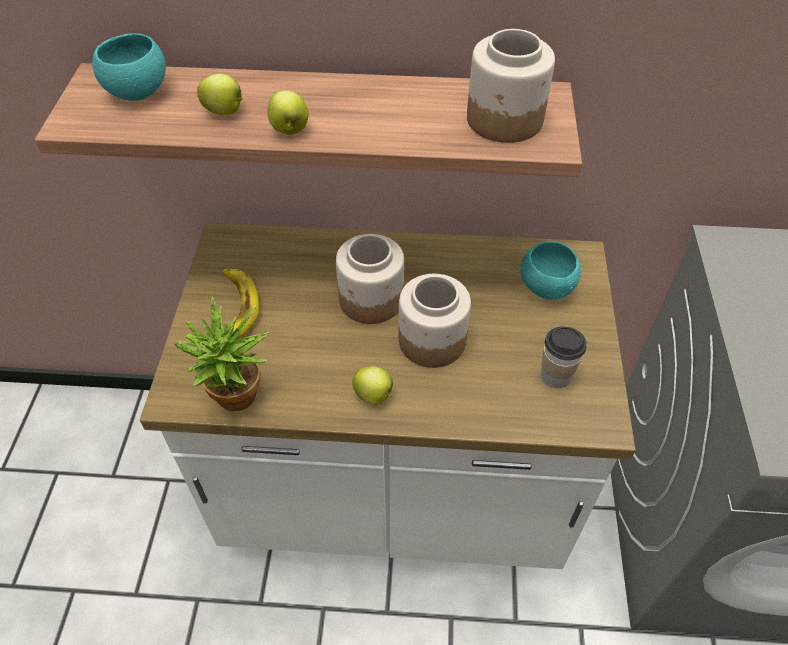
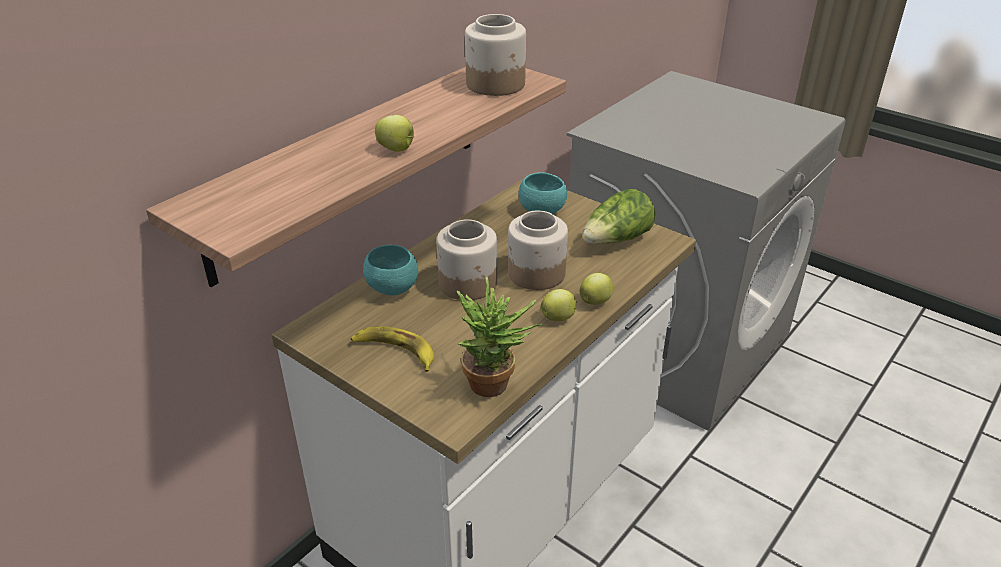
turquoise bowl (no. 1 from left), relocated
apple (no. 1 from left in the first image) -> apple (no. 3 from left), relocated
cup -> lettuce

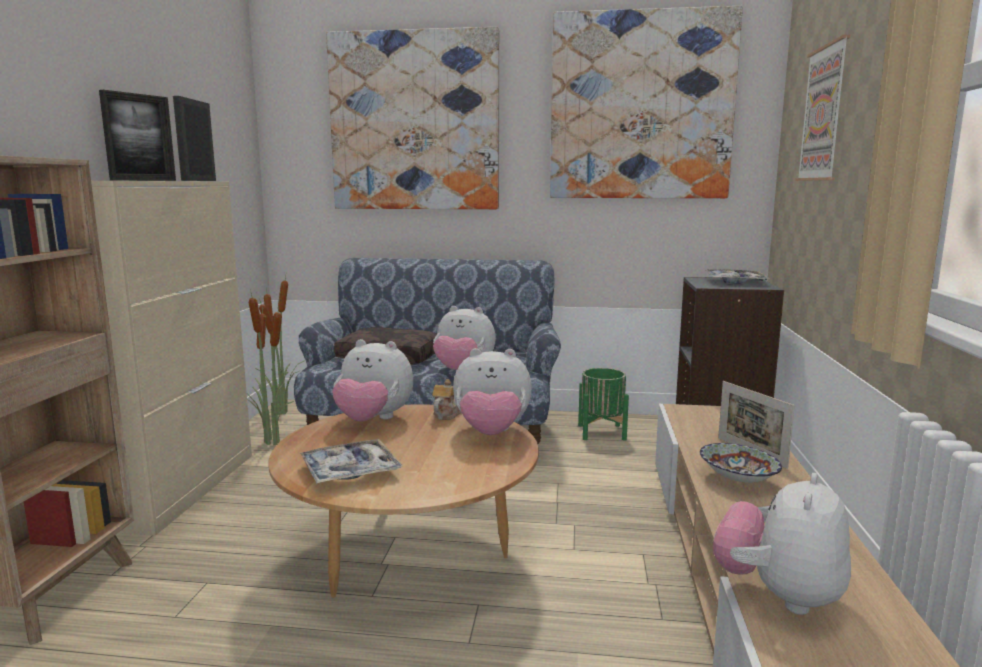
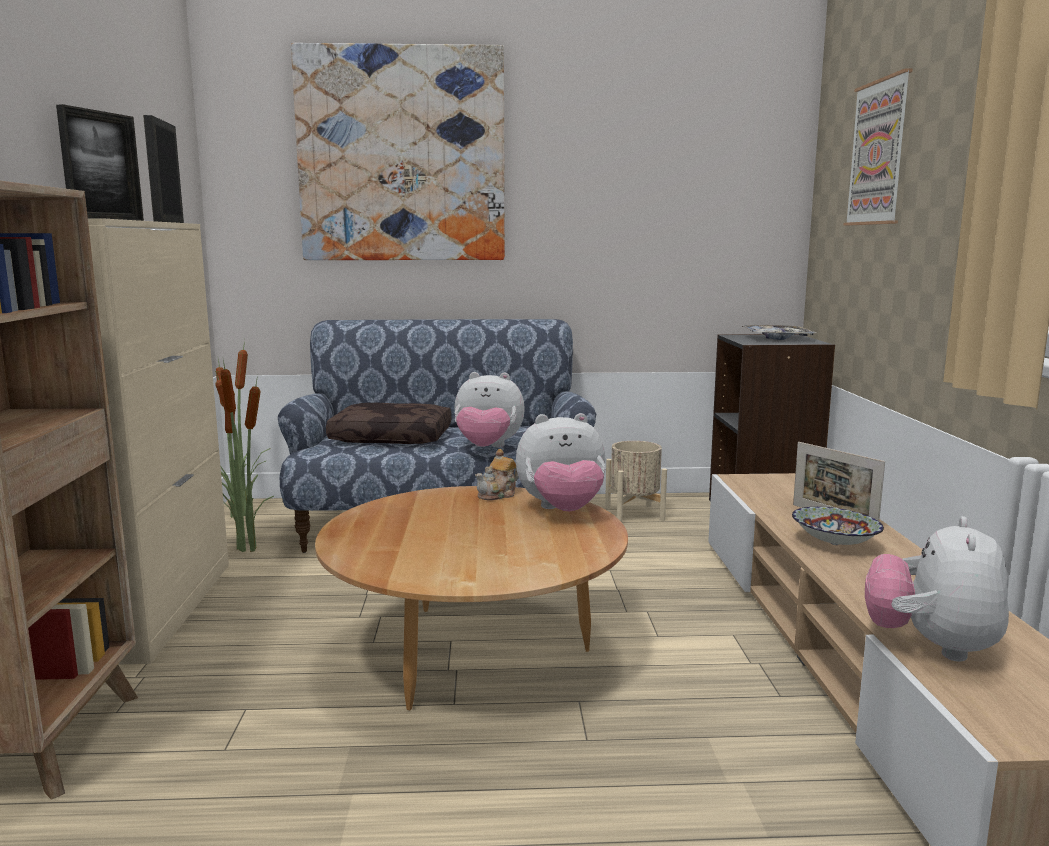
tray (no. 1 from left) -> none
plush toy (no. 1 from left) -> none
teapot, 150 degrees counterclockwise
picture (no. 2 from left) -> none
green planter -> beige planter

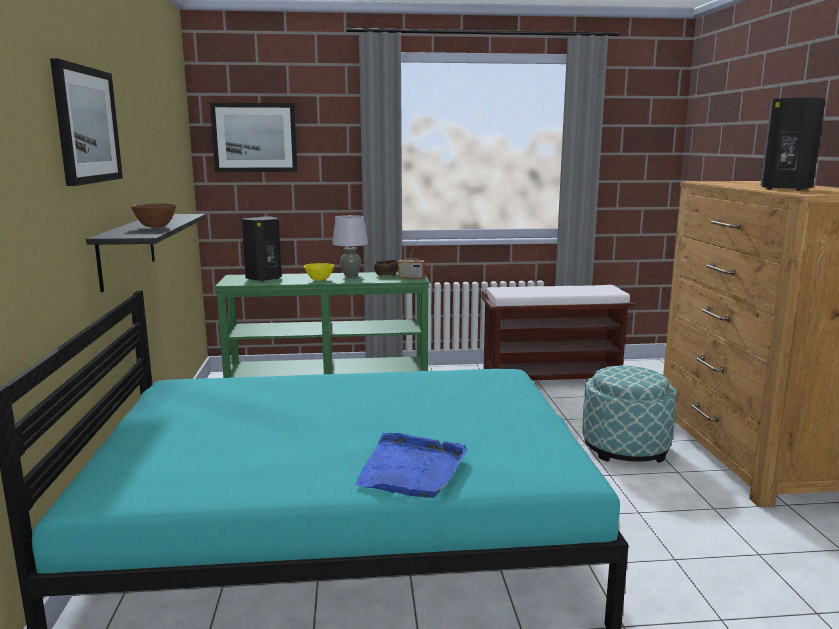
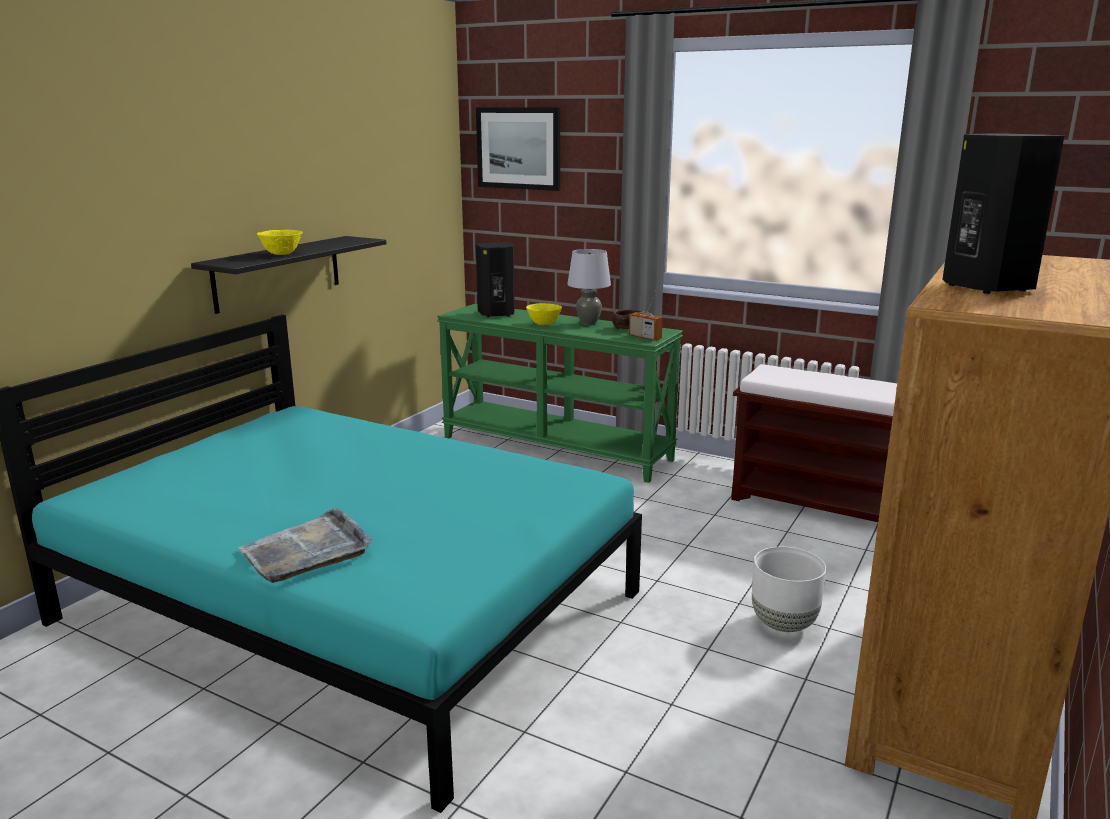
picture (no. 1 from left) -> none
brown bowl (no. 1 from left) -> yellow bowl (no. 1 from left)
blue tray -> grey tray
ottoman -> white planter

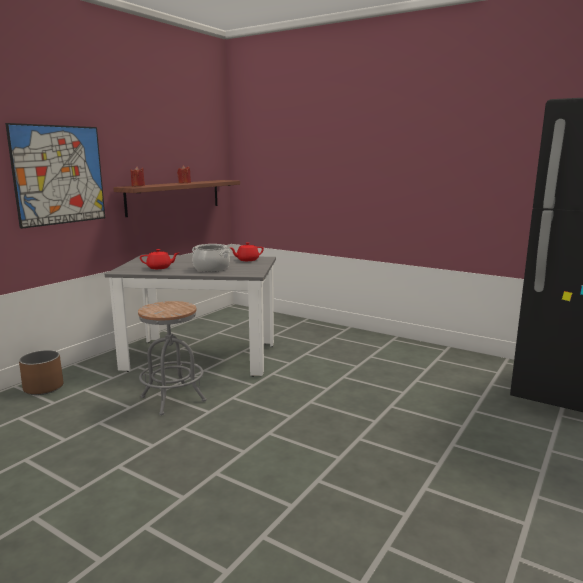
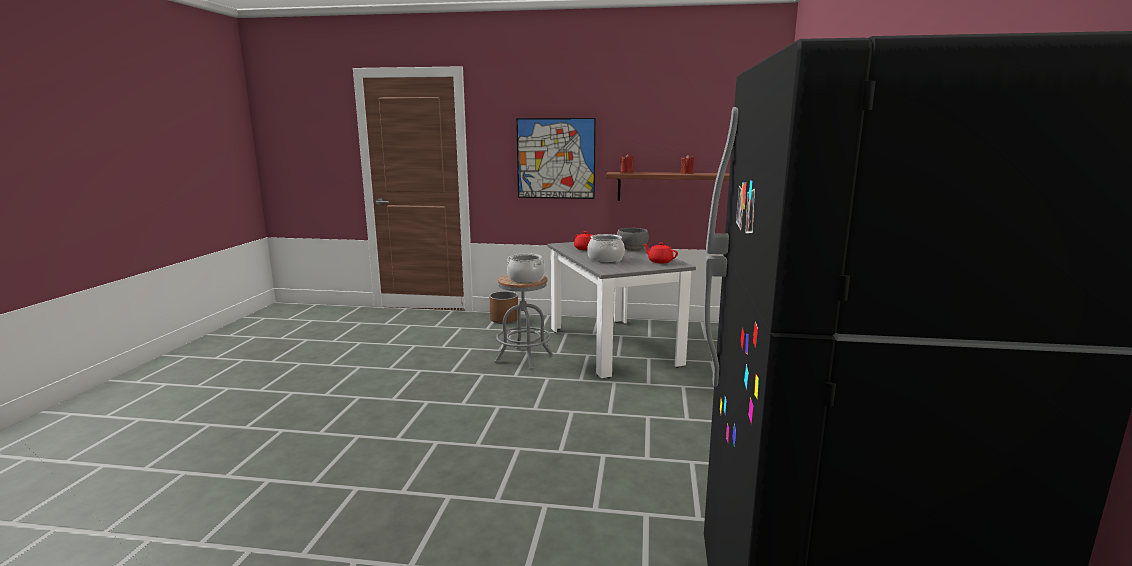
none -> cooking pot (no. 1 from left)
none -> grey bowl

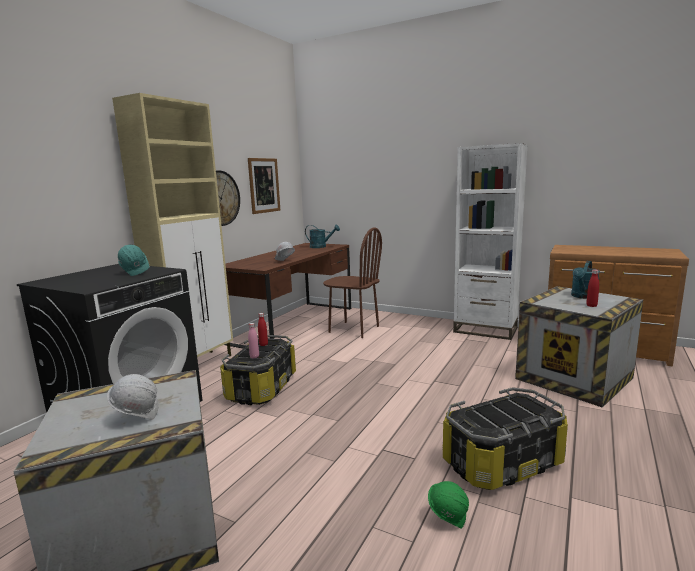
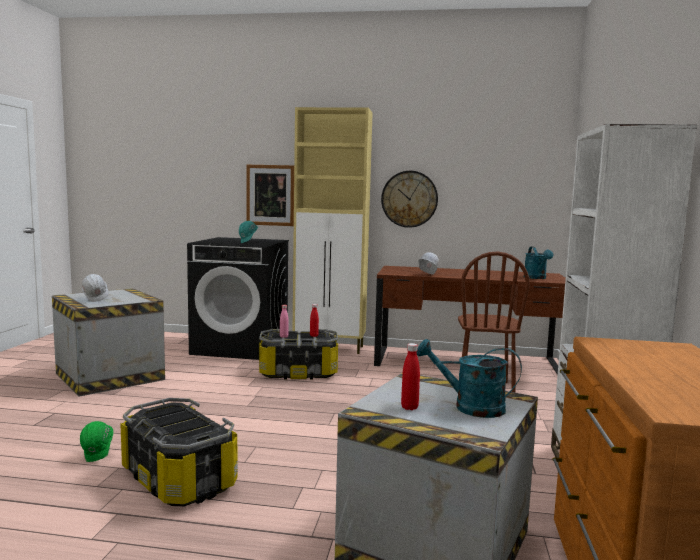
picture, relocated

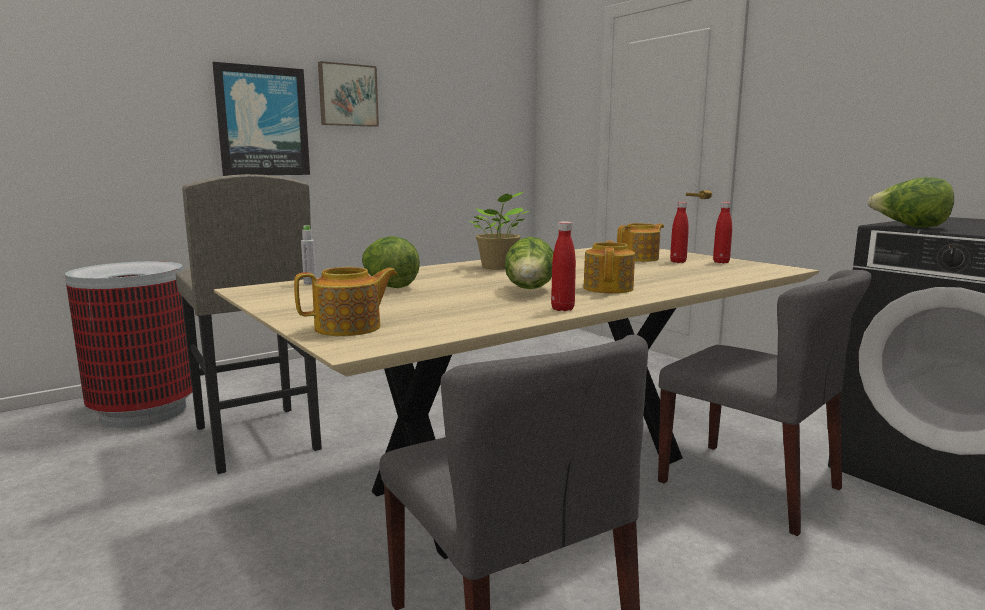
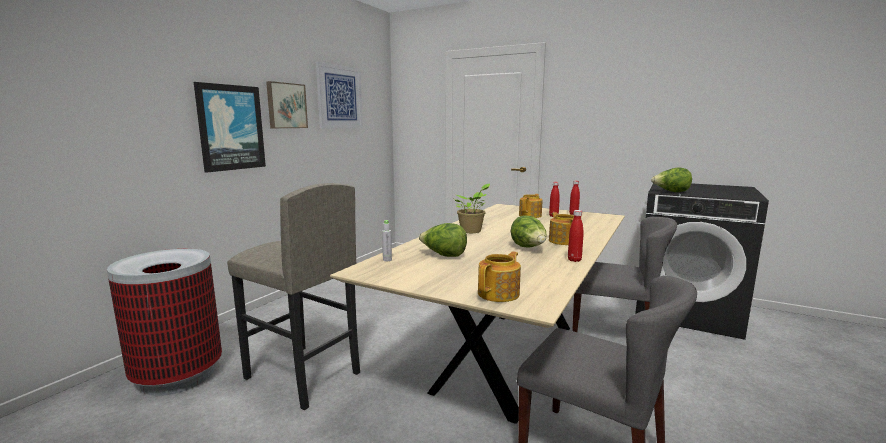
none -> picture (no. 3 from left)

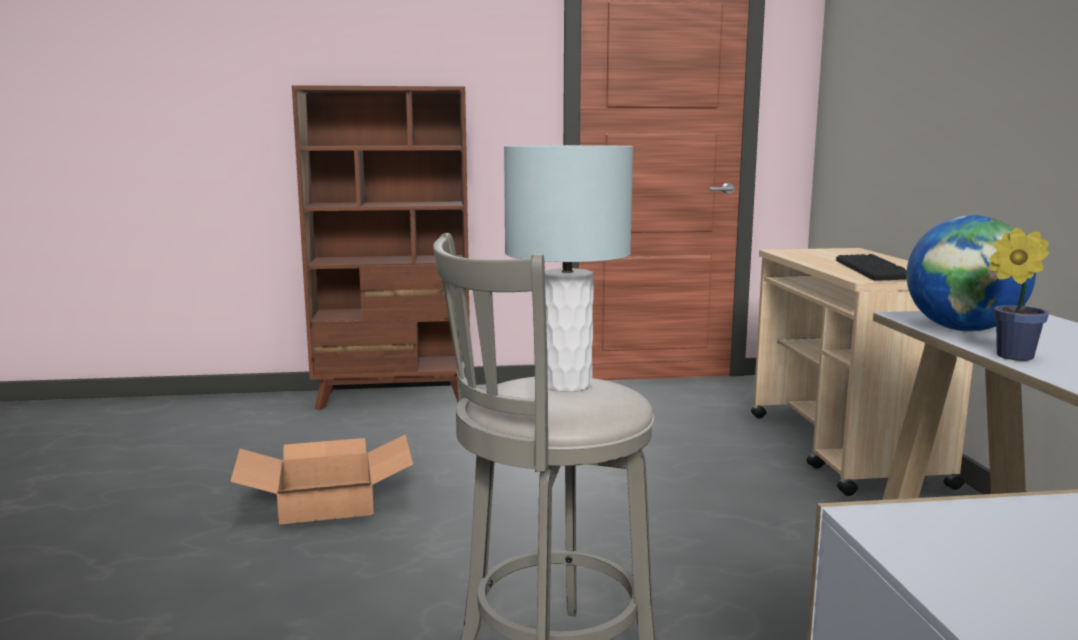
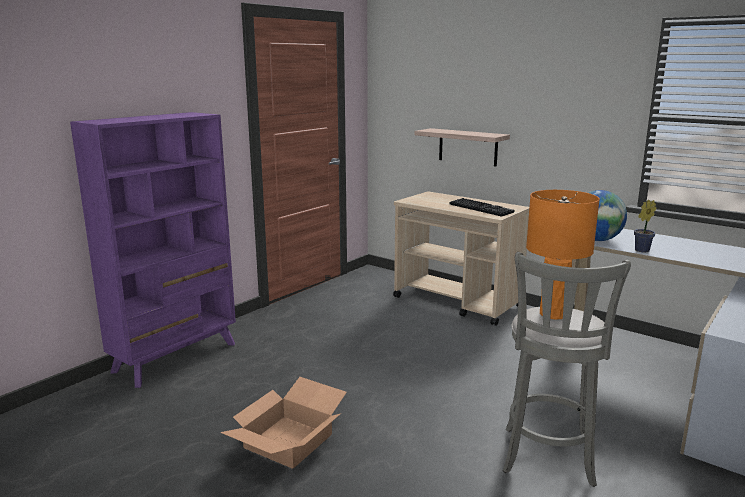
brown bookcase -> purple bookcase
grey table lamp -> orange table lamp
none -> shelf

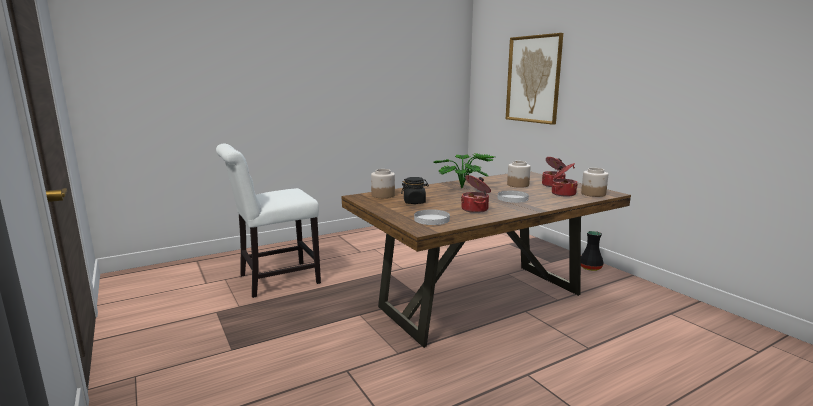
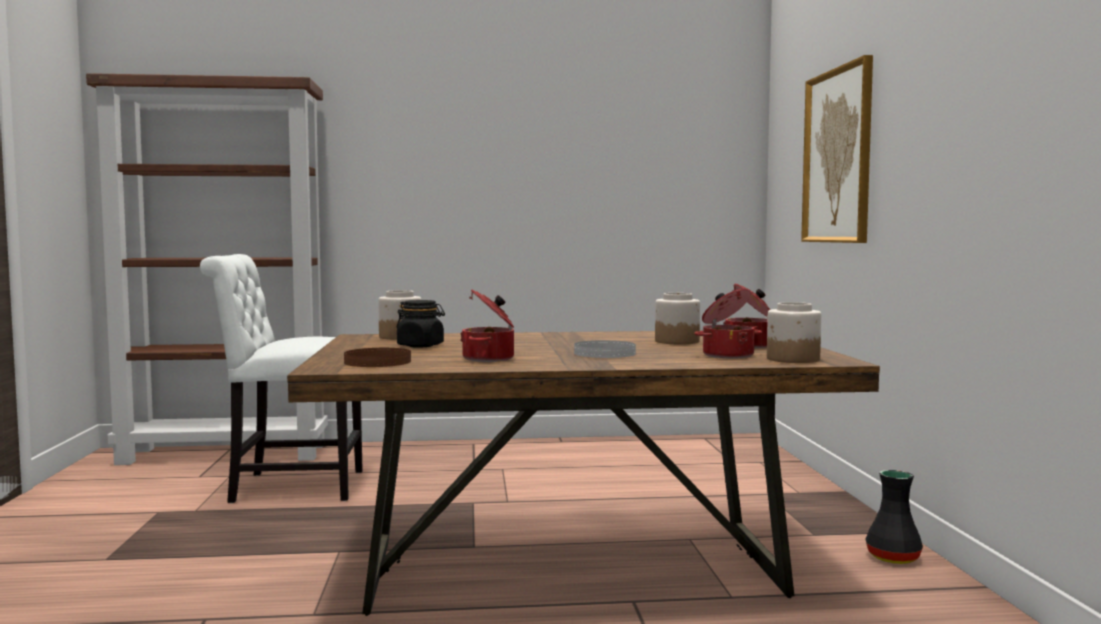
white plate (no. 1 from left) -> brown plate
potted plant -> none
none -> brown bookcase

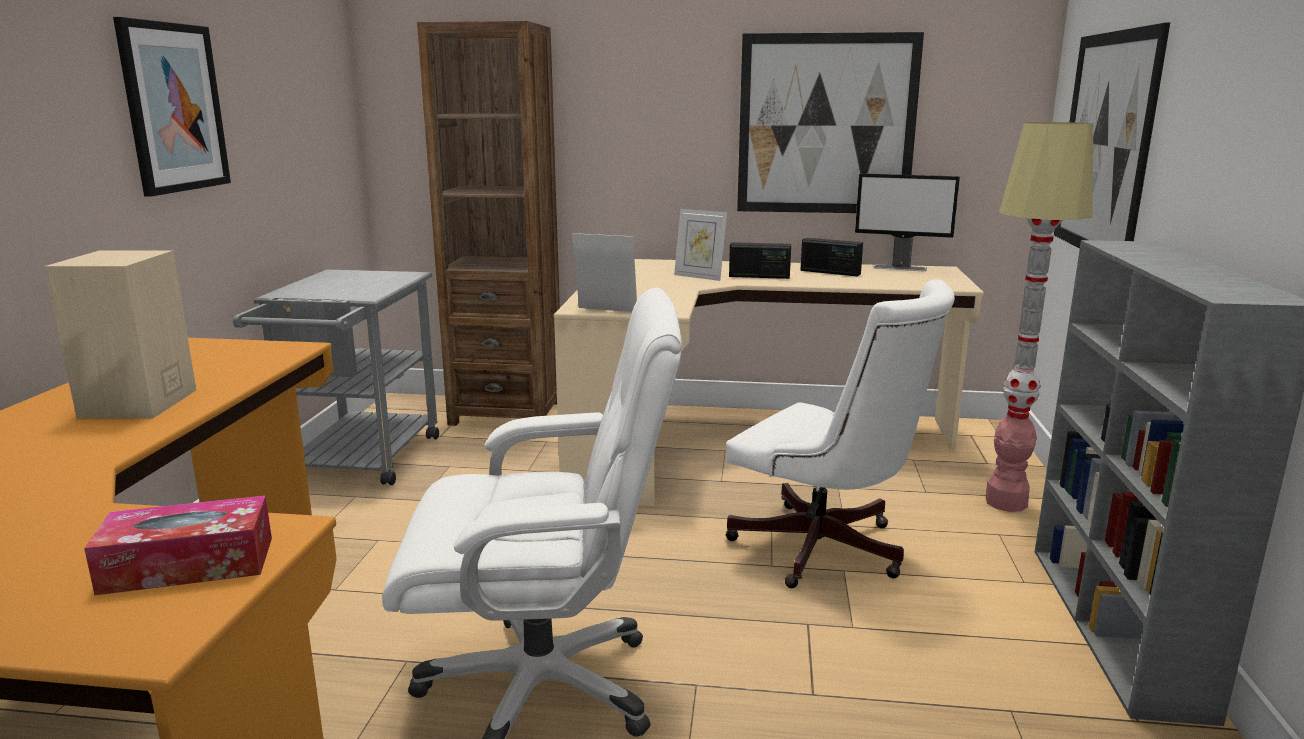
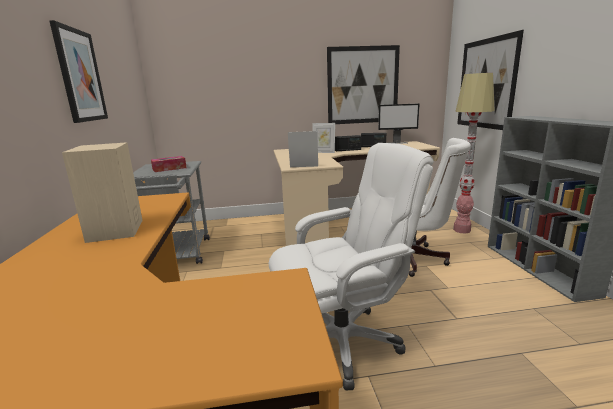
tissue box, relocated
brown bookcase -> none

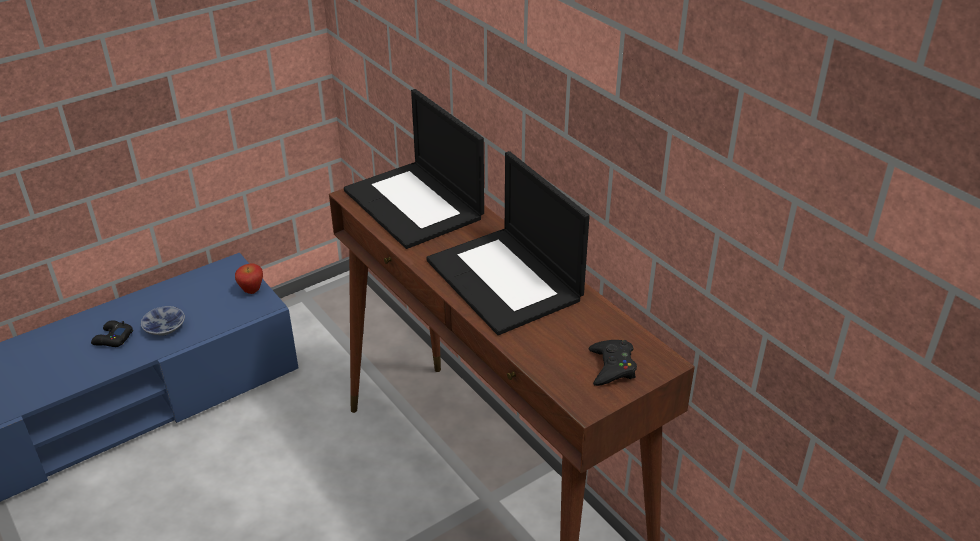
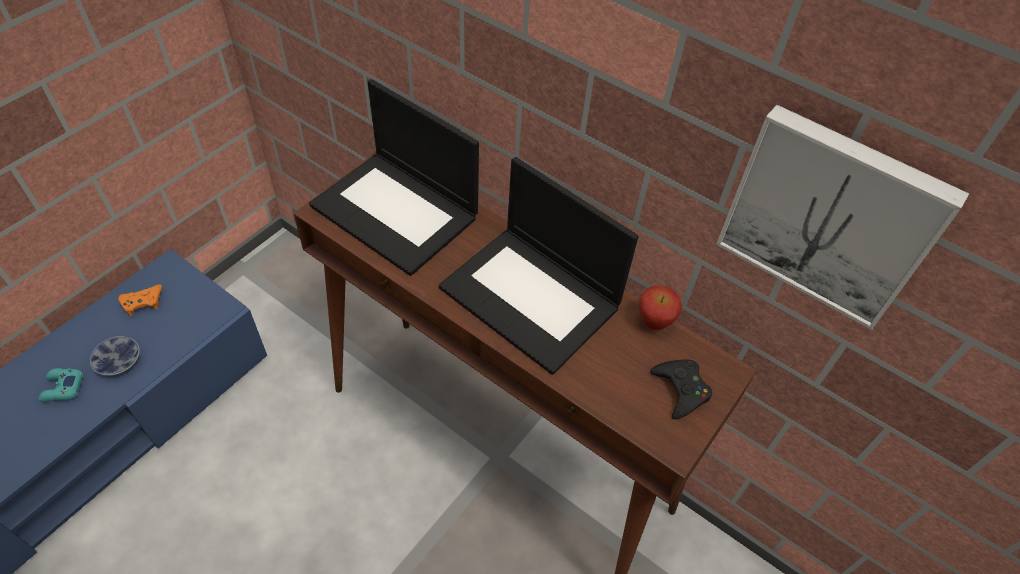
black game controller (no. 1 from left) -> turquoise game controller
apple, relocated
none -> orange game controller
none -> picture

